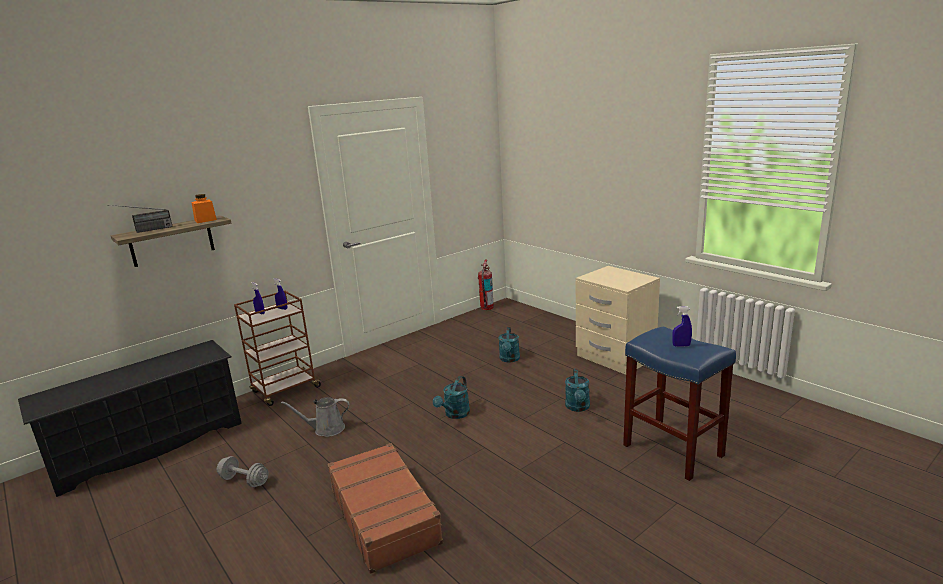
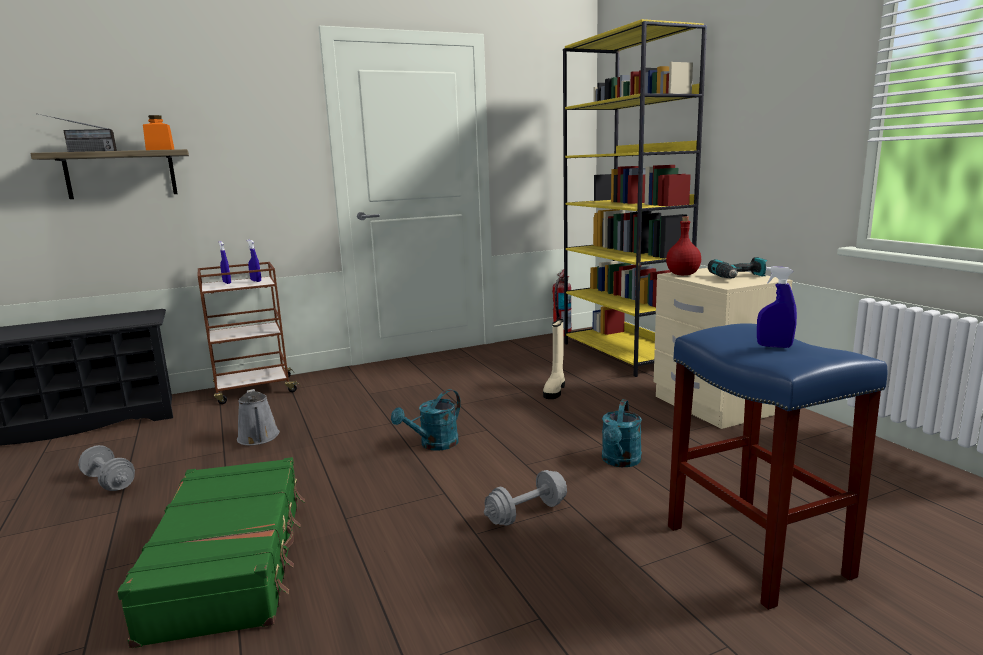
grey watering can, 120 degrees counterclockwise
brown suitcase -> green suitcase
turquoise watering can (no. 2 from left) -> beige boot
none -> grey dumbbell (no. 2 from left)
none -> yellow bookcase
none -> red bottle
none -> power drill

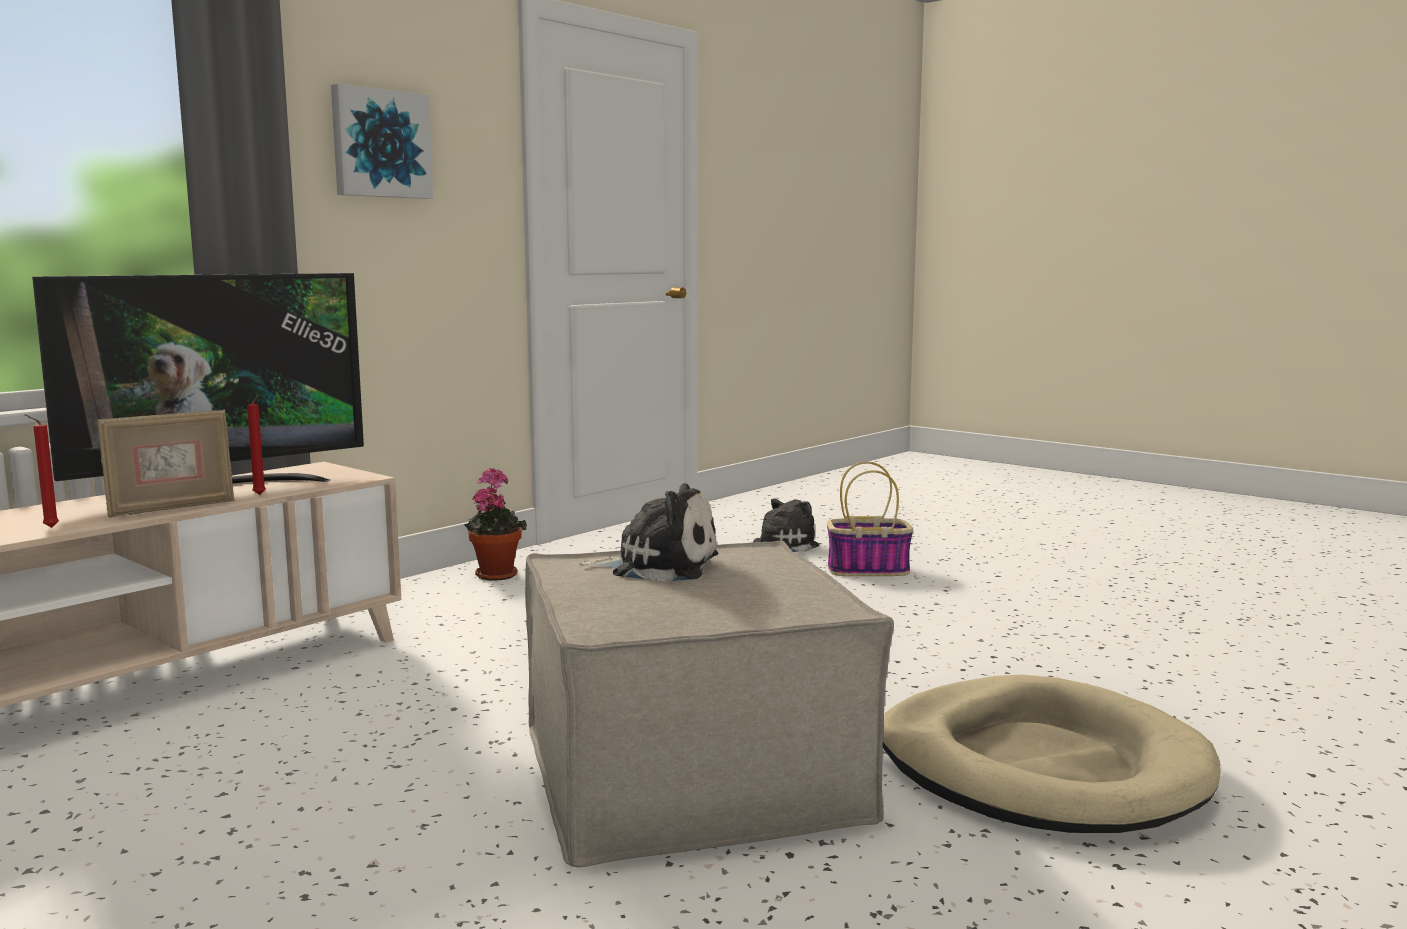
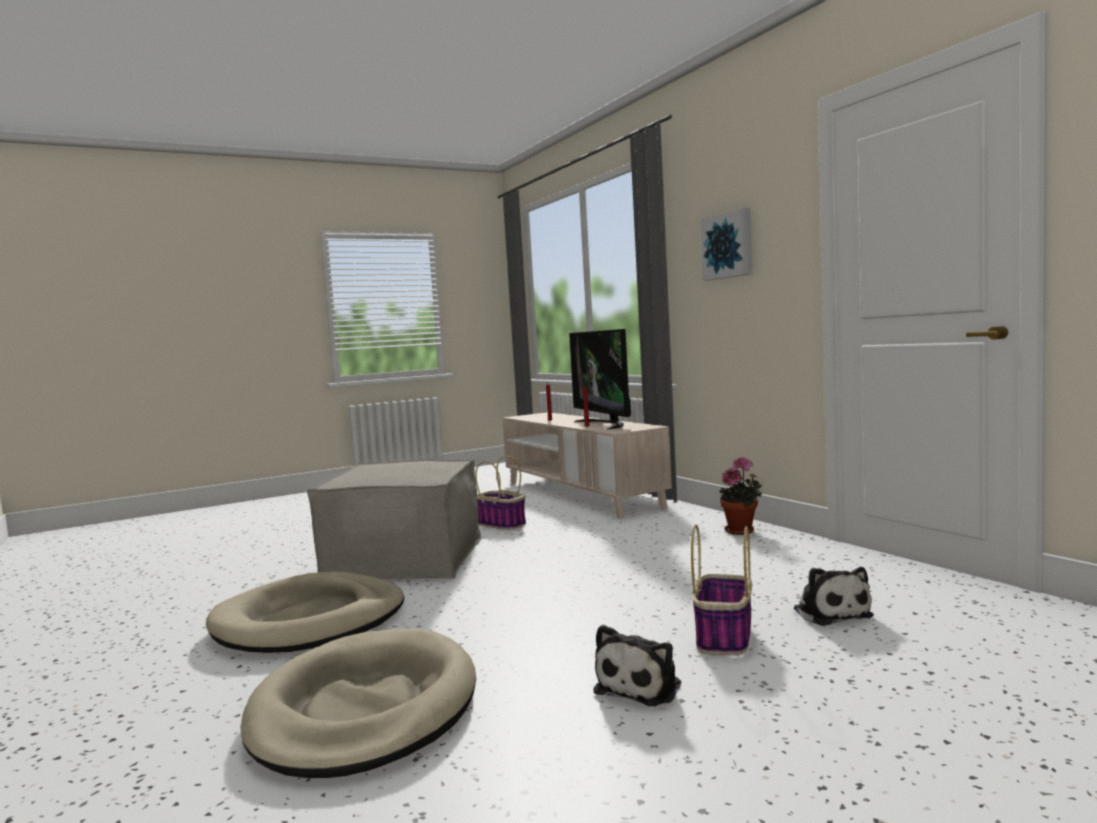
picture frame -> none
plush toy (no. 1 from left), relocated
none -> beige dog bed (no. 2 from left)
none -> basket (no. 1 from left)

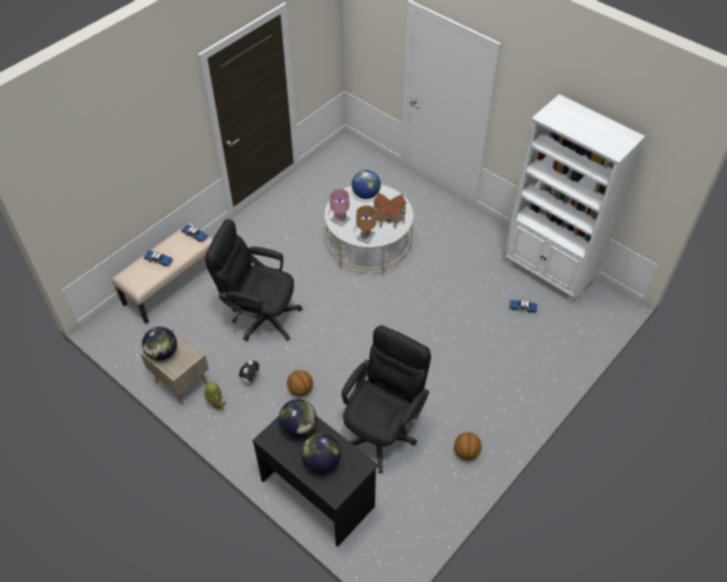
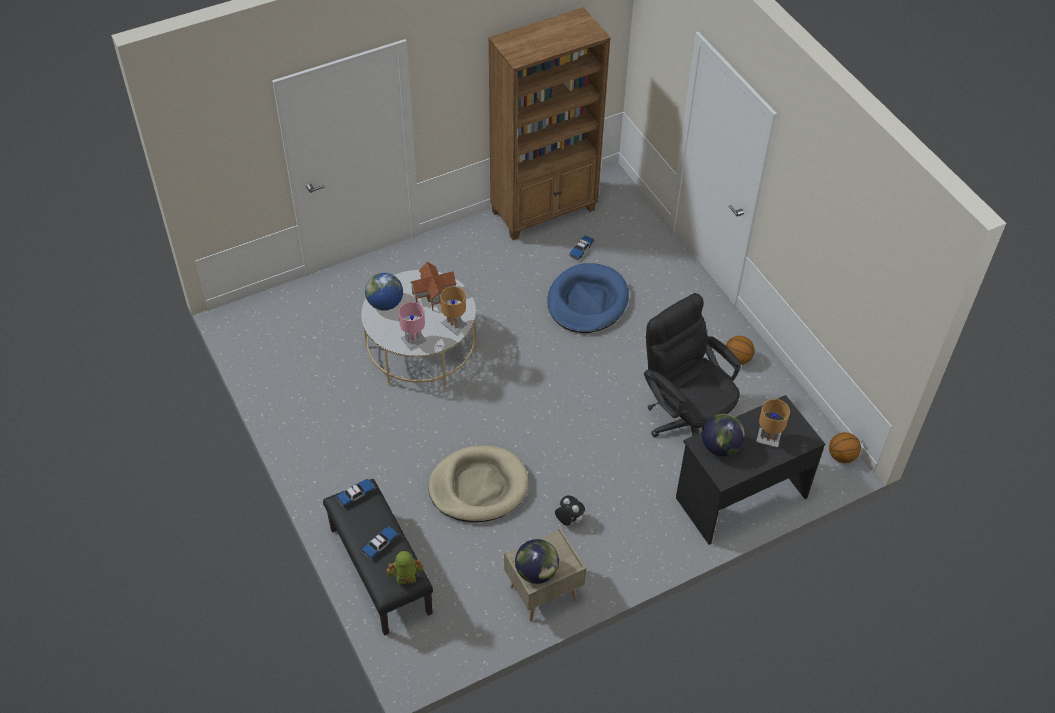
beige bench -> black bench
toy robot, relocated
black office chair (no. 1 from left) -> beige dog bed
basketball (no. 1 from left in the first image) -> basketball (no. 2 from left), relocated
globe (no. 3 from left) -> brown table lamp (no. 2 from left)
white bookcase -> brown bookcase
none -> blue dog bed

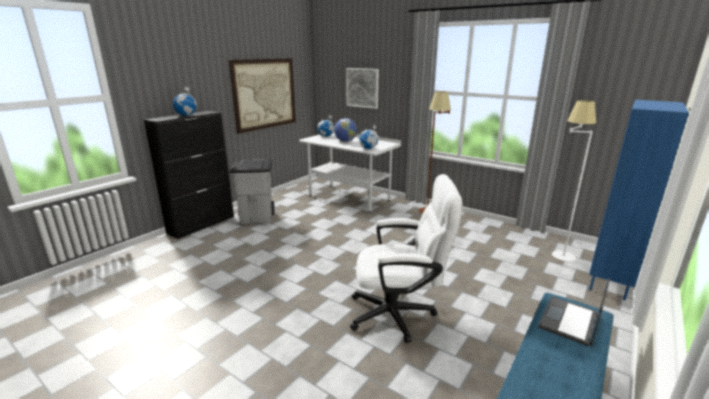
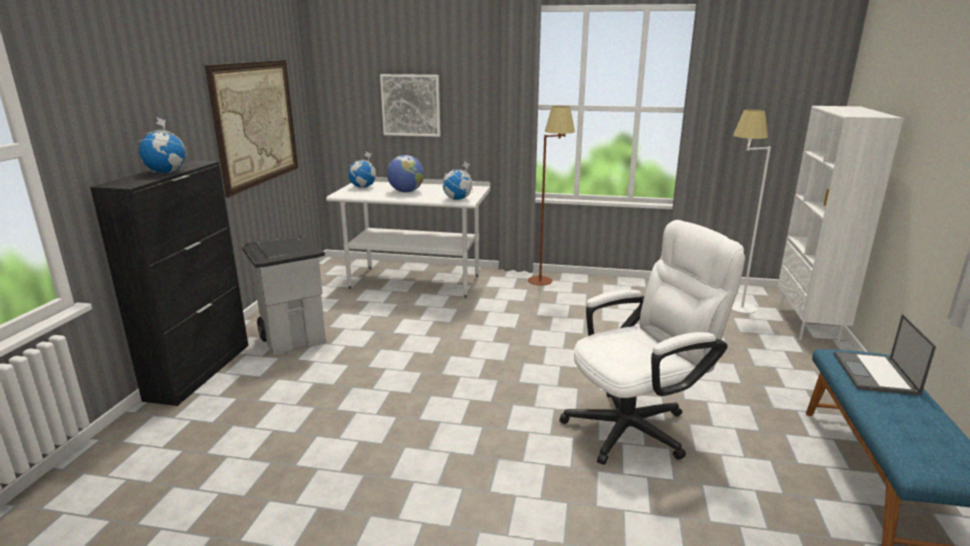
blue bookcase -> white bookcase

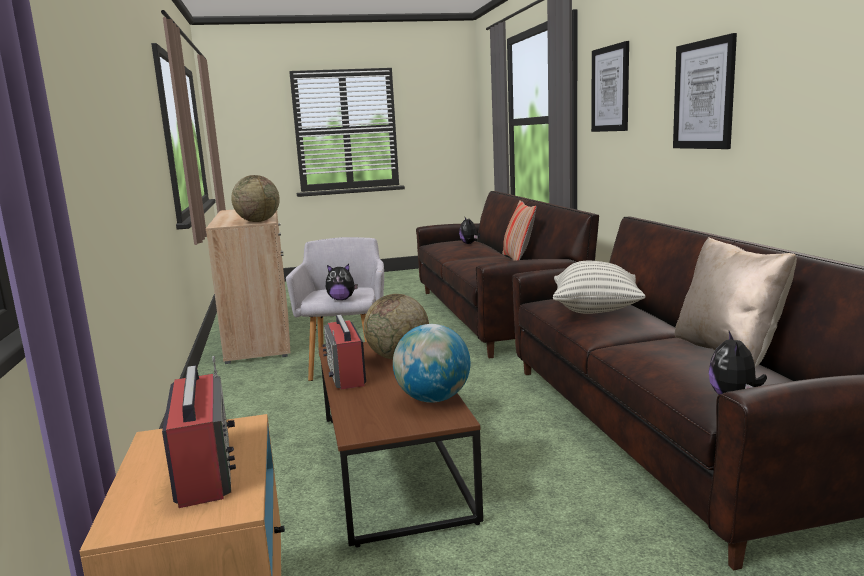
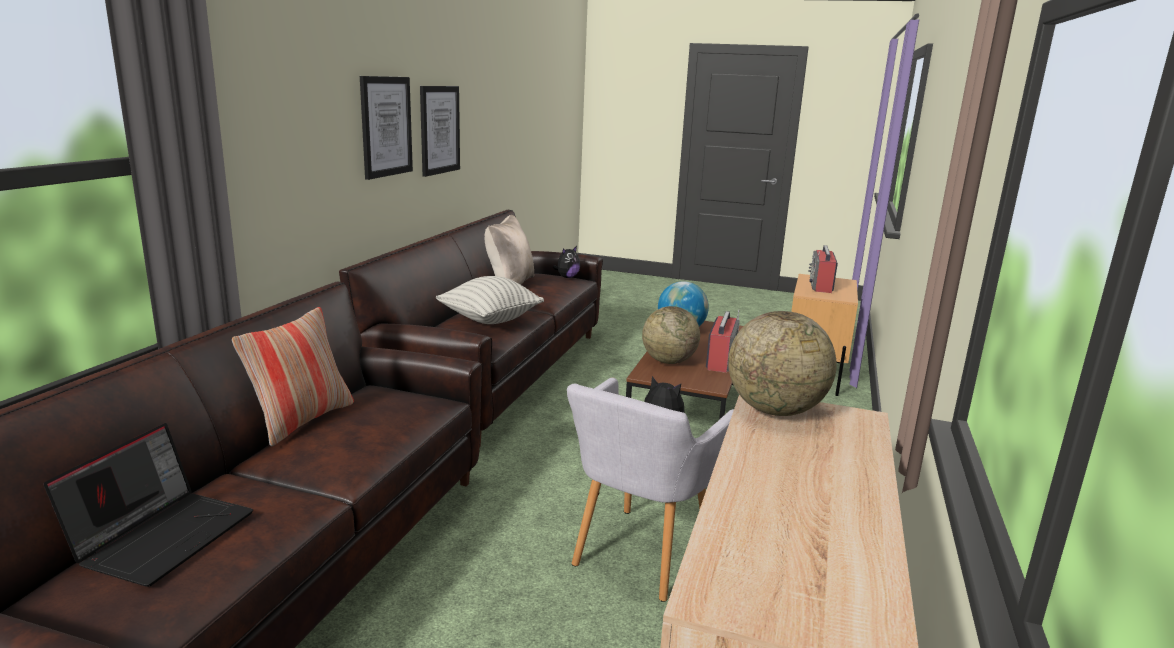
plush toy (no. 2 from left) -> laptop
picture (no. 1 from left in the first image) -> picture (no. 2 from left), relocated

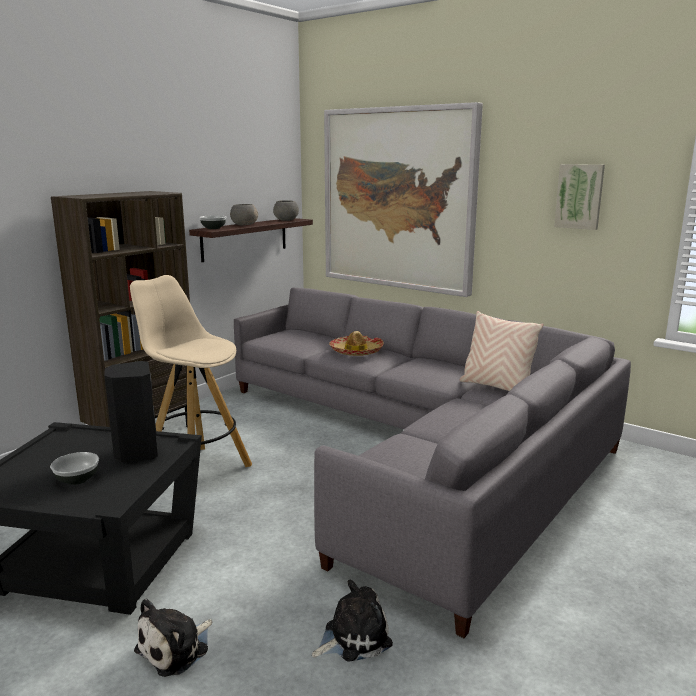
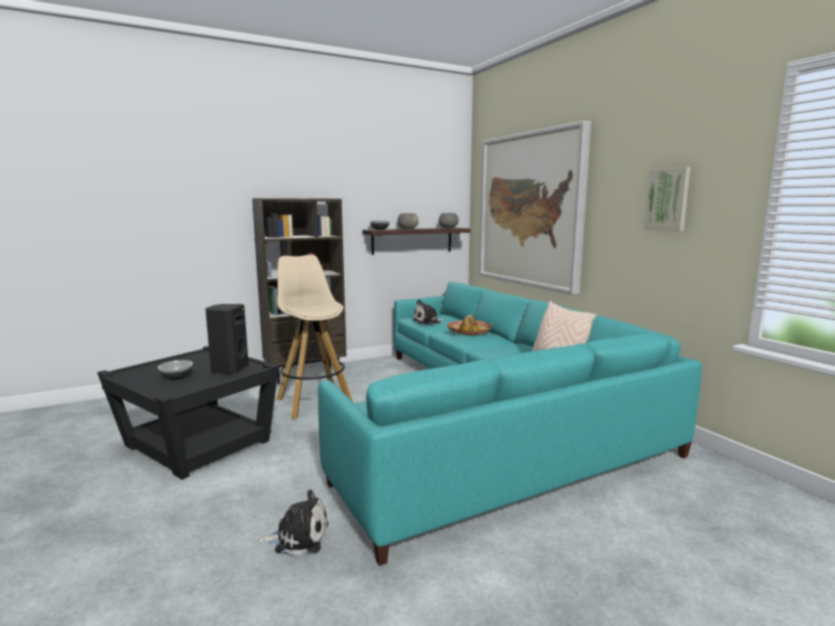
plush toy (no. 1 from left in the first image) -> plush toy (no. 2 from left), relocated
grey sofa -> turquoise sofa

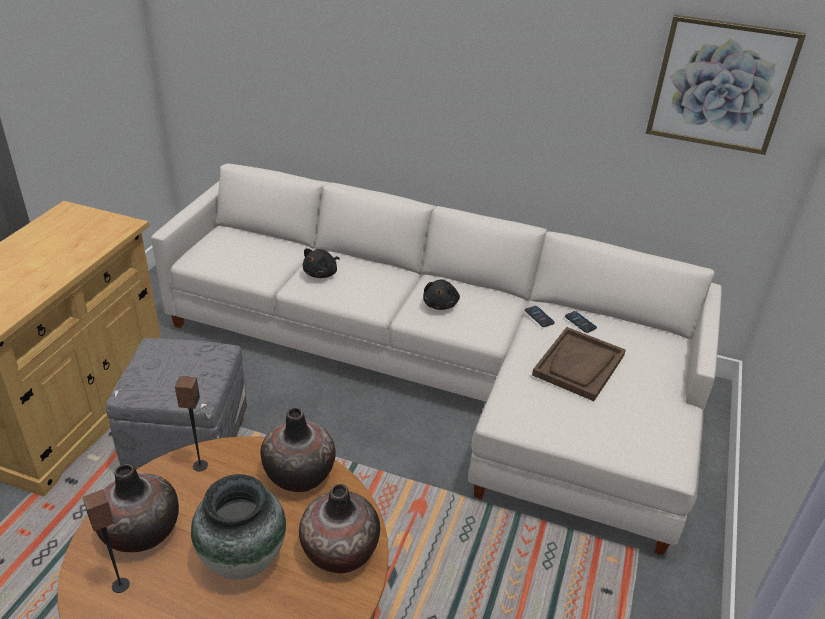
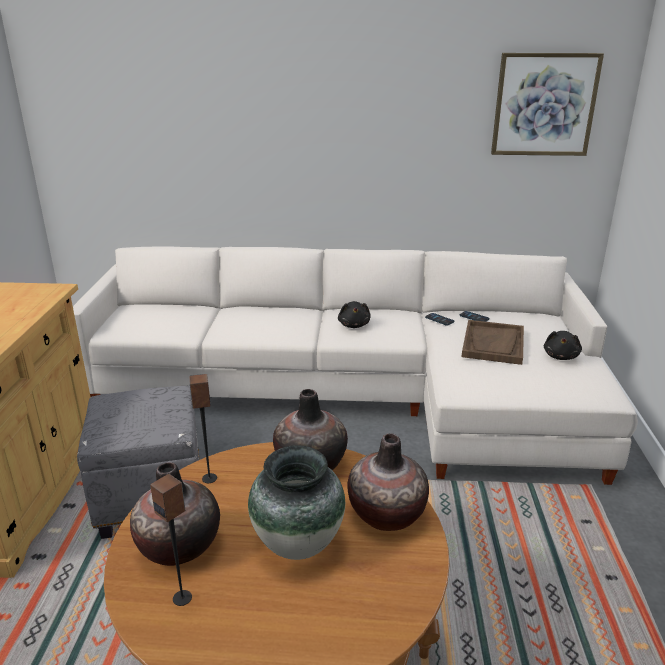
black plush toy (no. 1 from left in the first image) -> black plush toy (no. 2 from left), relocated

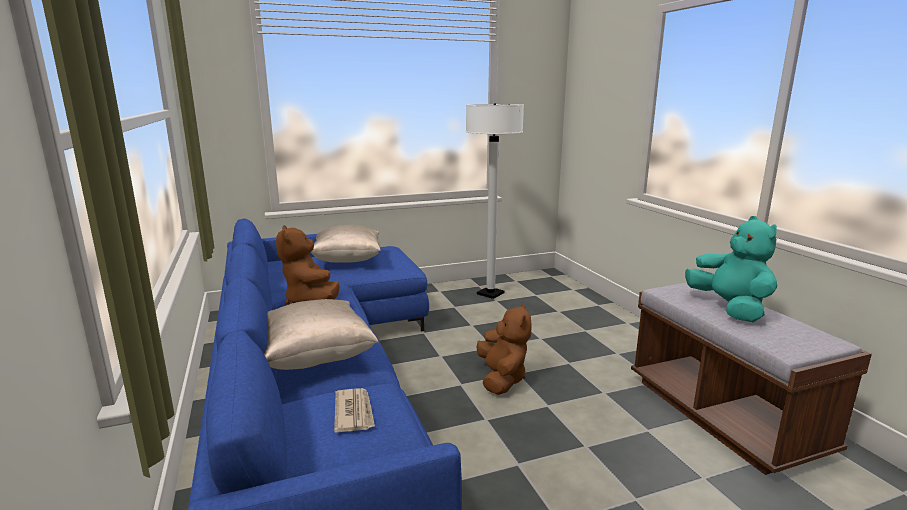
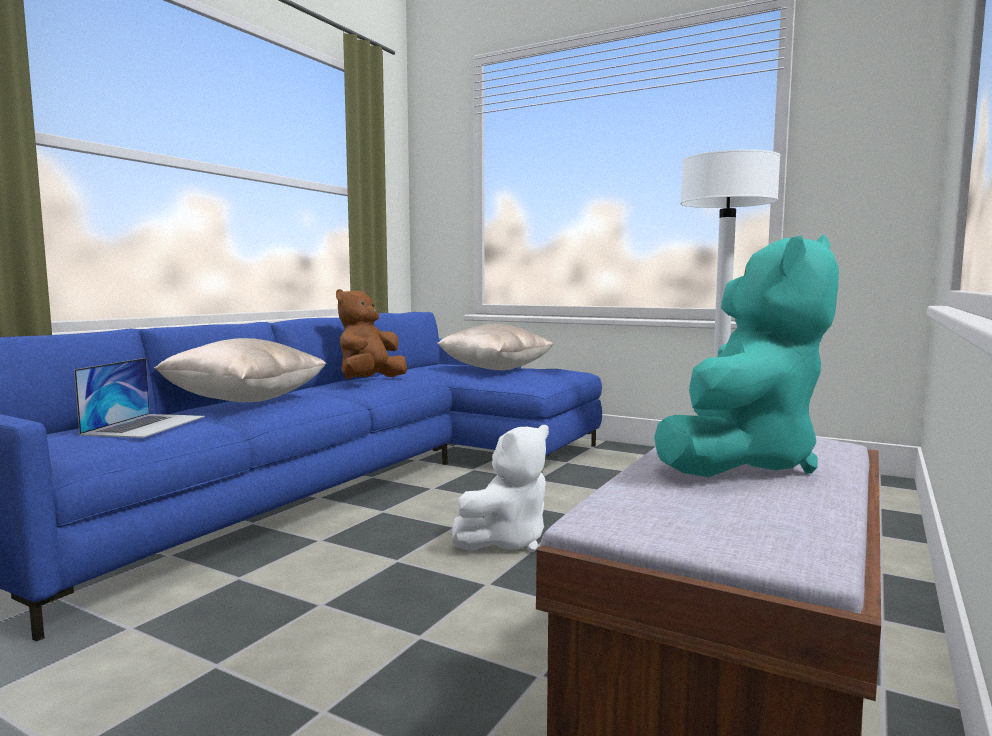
newspaper -> laptop
brown plush toy (no. 2 from left) -> white plush toy

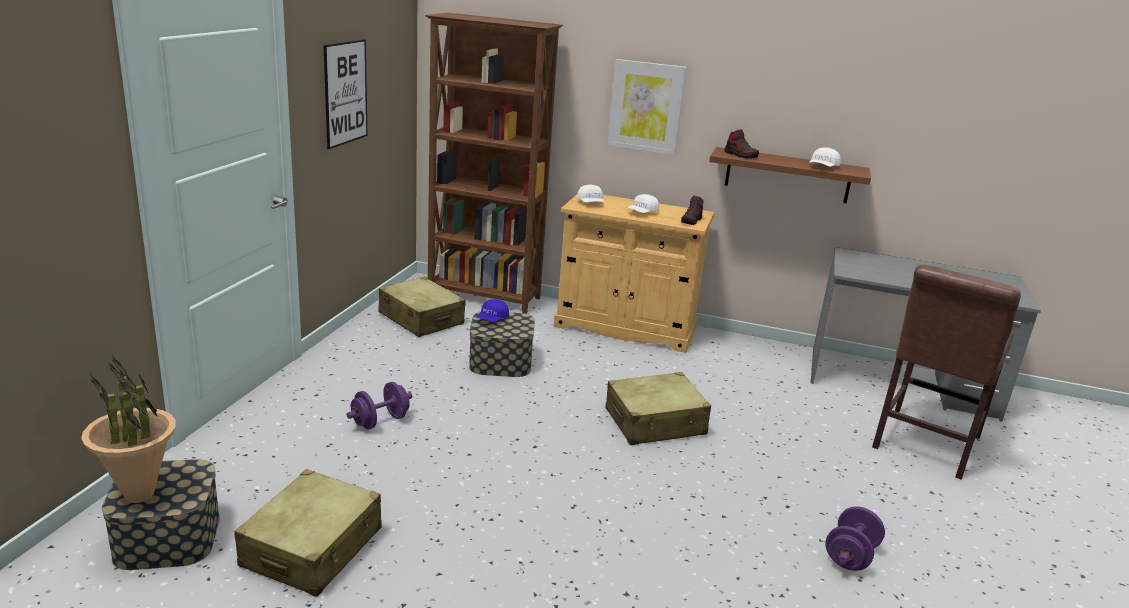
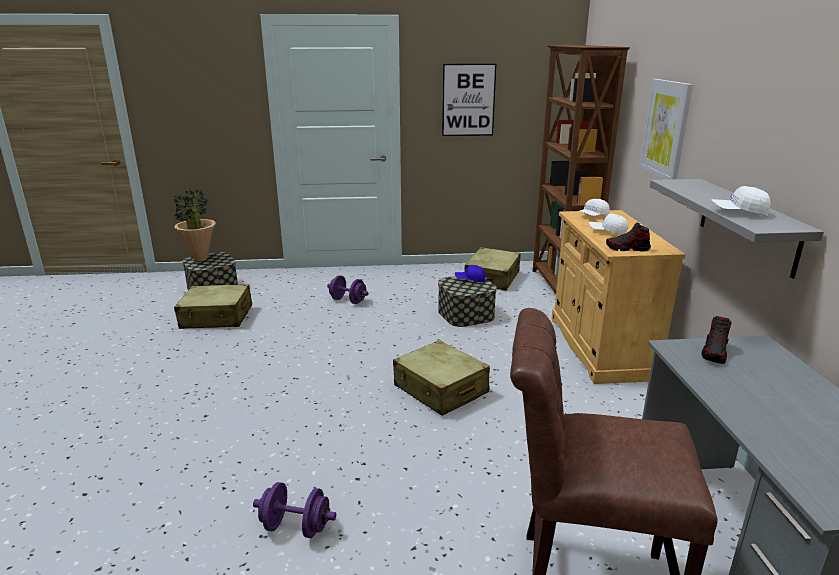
brown shelf -> grey shelf
shoe (no. 2 from left), relocated

